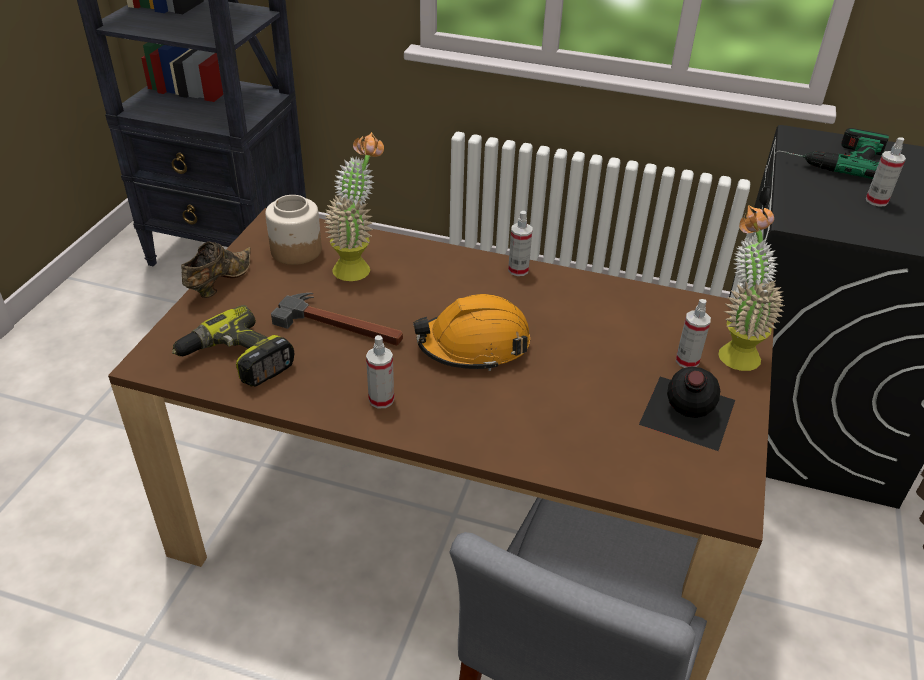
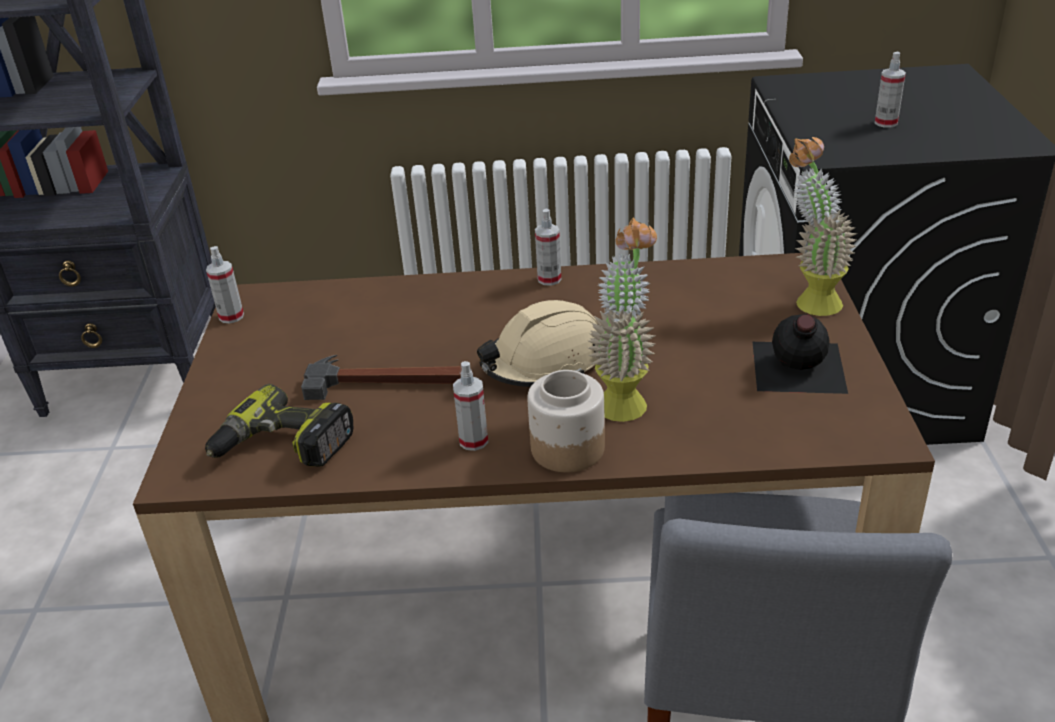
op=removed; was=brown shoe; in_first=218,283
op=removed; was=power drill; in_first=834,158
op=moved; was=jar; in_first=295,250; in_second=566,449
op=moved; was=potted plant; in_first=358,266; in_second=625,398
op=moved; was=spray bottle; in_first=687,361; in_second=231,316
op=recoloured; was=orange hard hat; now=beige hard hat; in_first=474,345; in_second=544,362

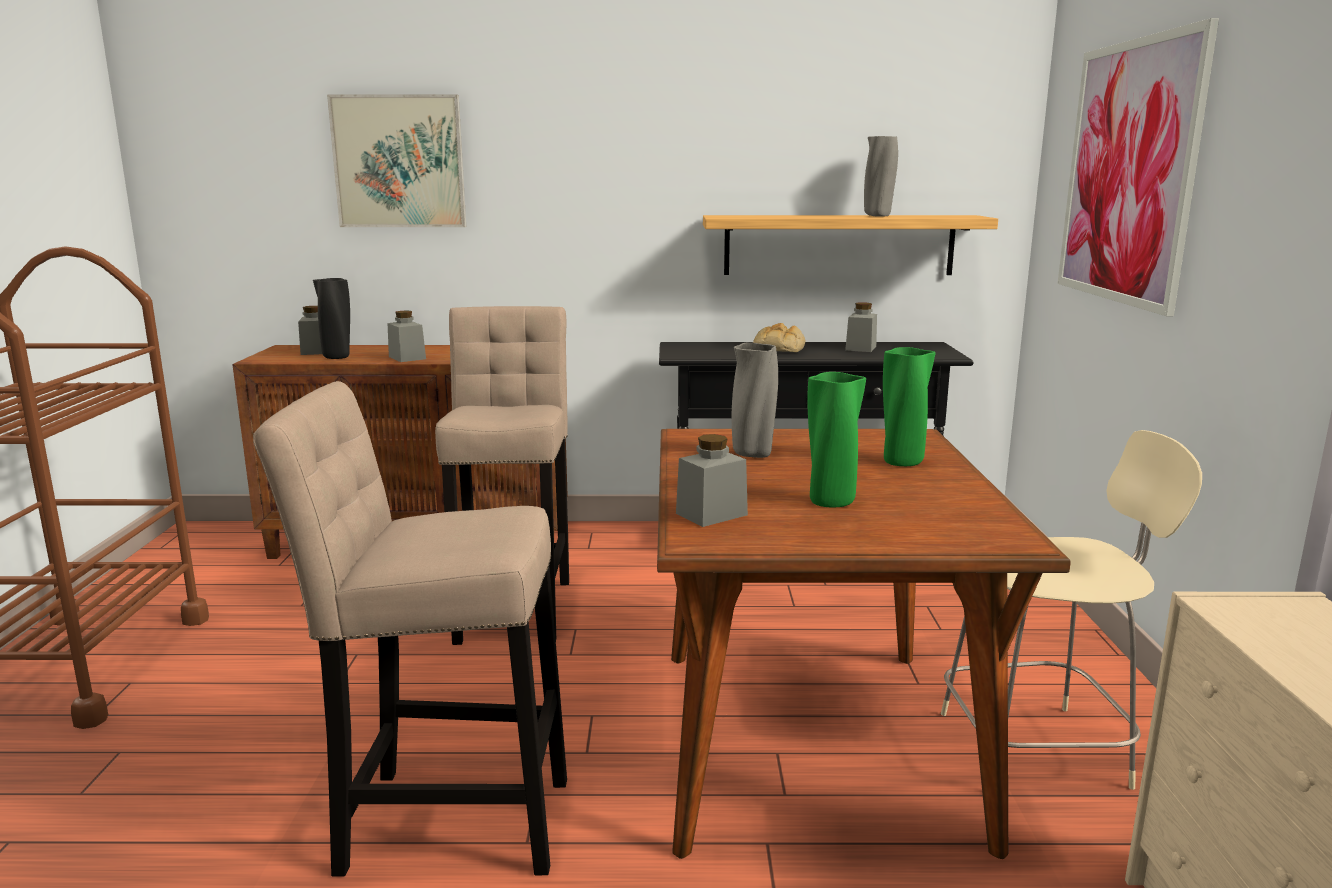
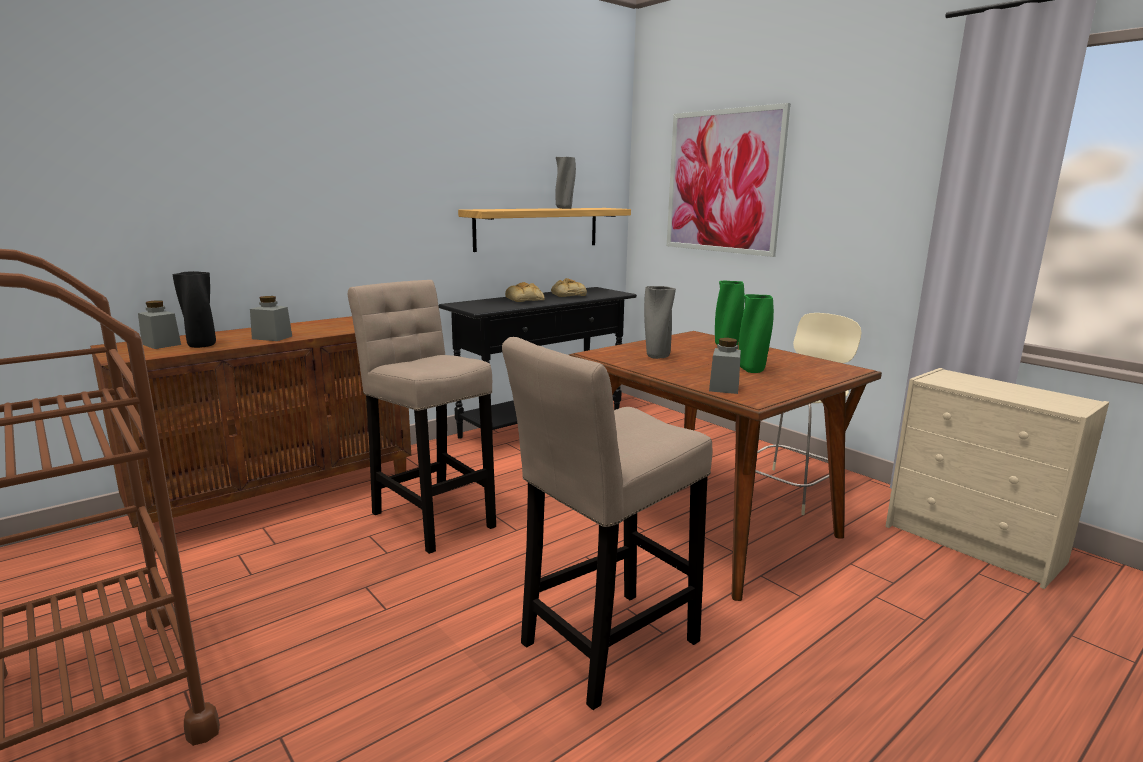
op=removed; was=picture; in_first=399,162
op=replaced; was=grey jar; now=bread; in_first=860,348; in_second=567,294

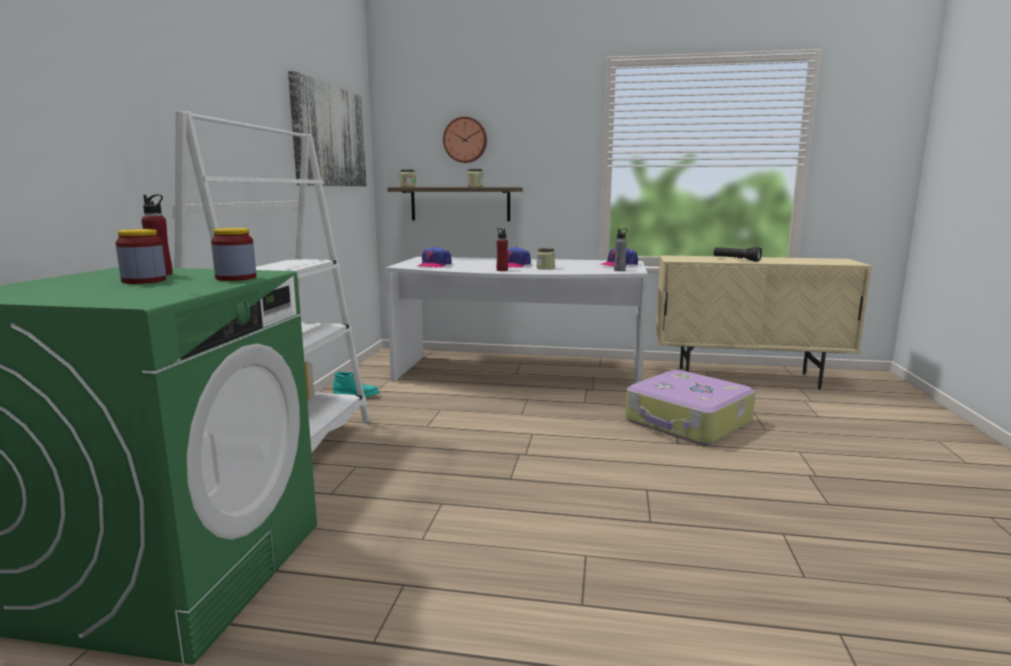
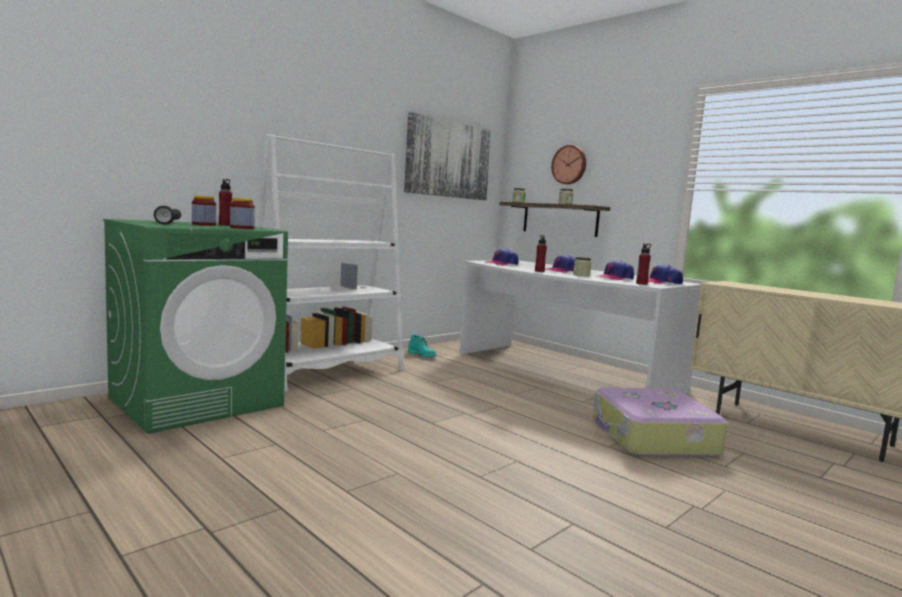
op=added; now=cap; in_second=614,278
op=moved; was=black flashlight; in_first=736,260; in_second=169,223
op=recoloured; was=grey bottle; now=red bottle; in_first=619,270; in_second=641,284

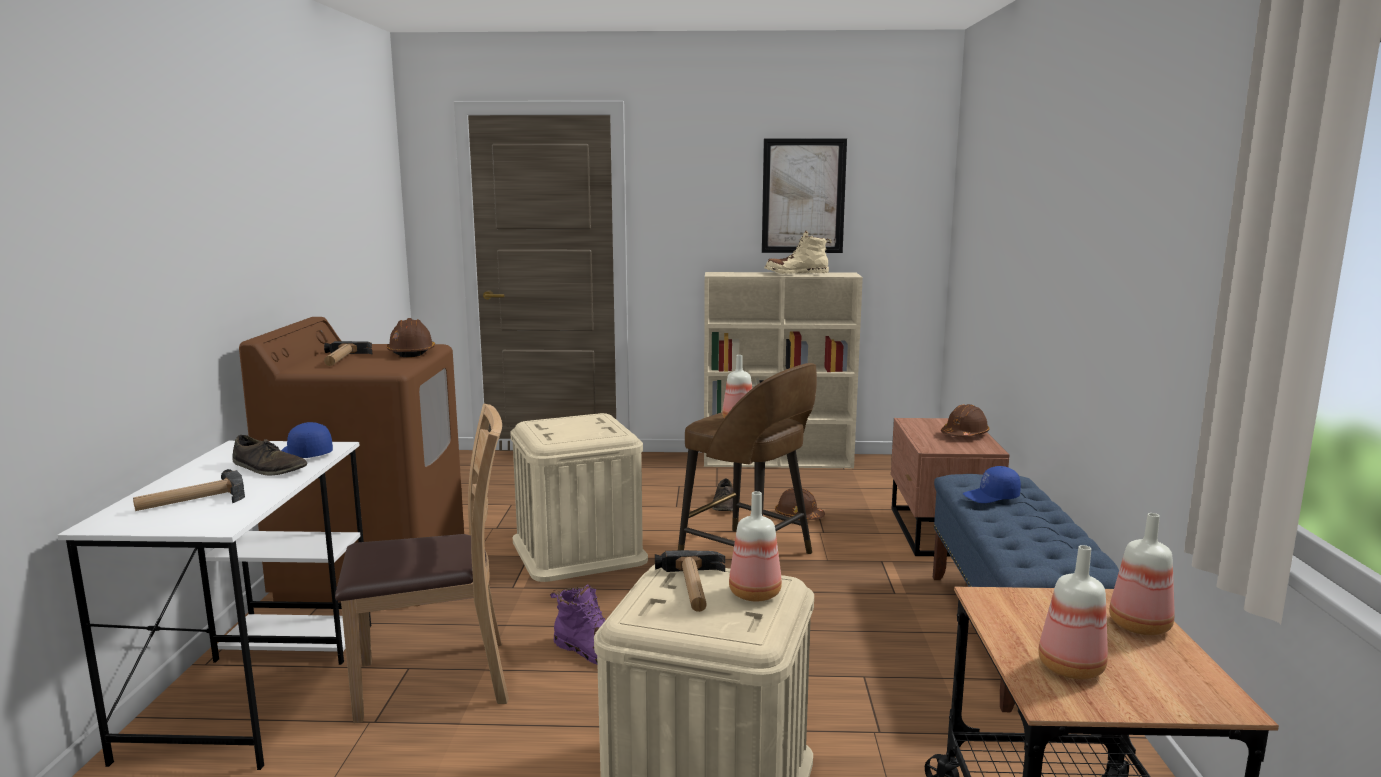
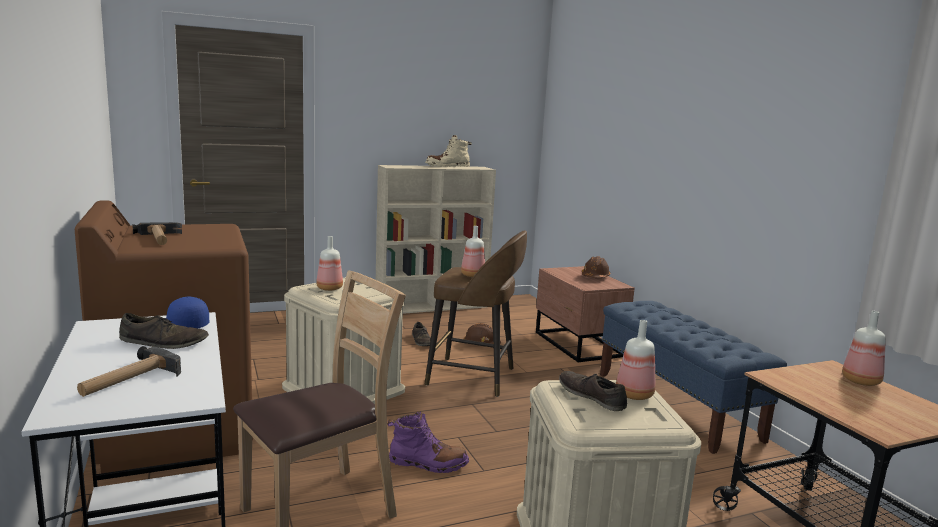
op=removed; was=brown hard hat; in_first=411,352
op=removed; was=picture; in_first=803,196
op=removed; was=blue cap; in_first=991,497
op=moved; was=bottle; in_first=1070,669; in_second=329,288
op=replaced; was=hammer; now=brown shoe; in_first=694,587; in_second=591,396

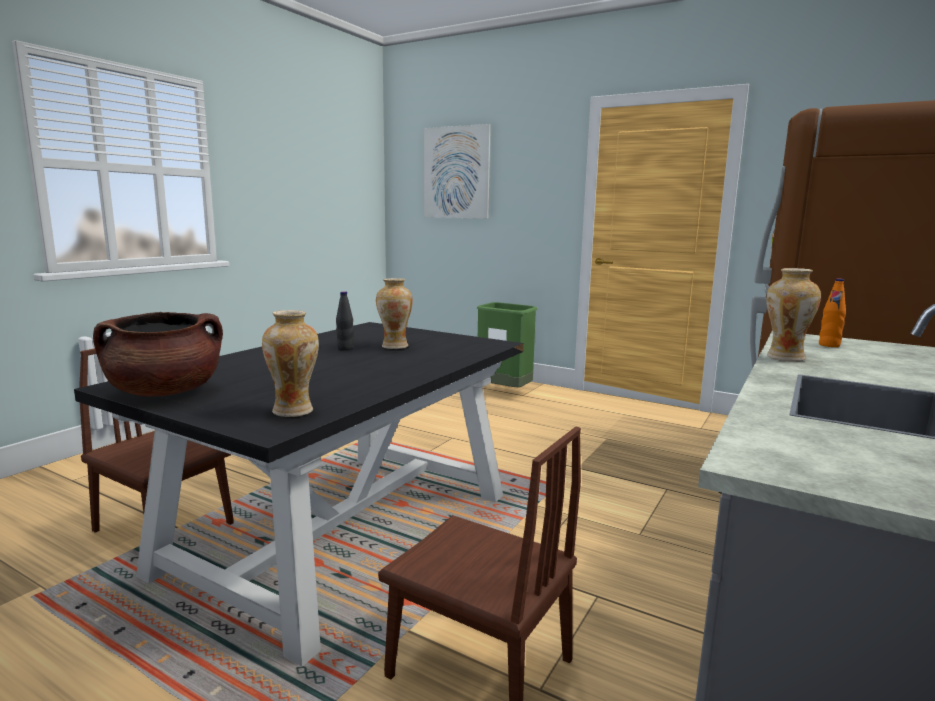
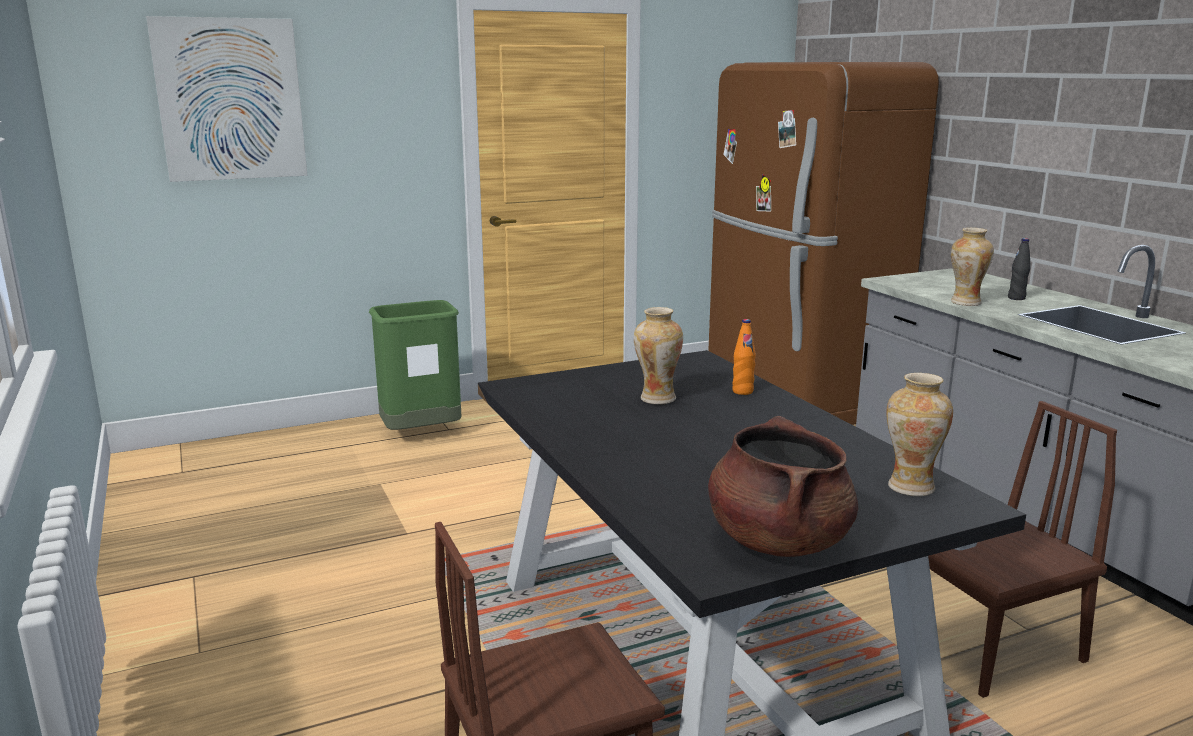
op=moved; was=black bottle; in_first=345,349; in_second=1016,298
op=moved; was=orange bottle; in_first=829,345; in_second=742,391

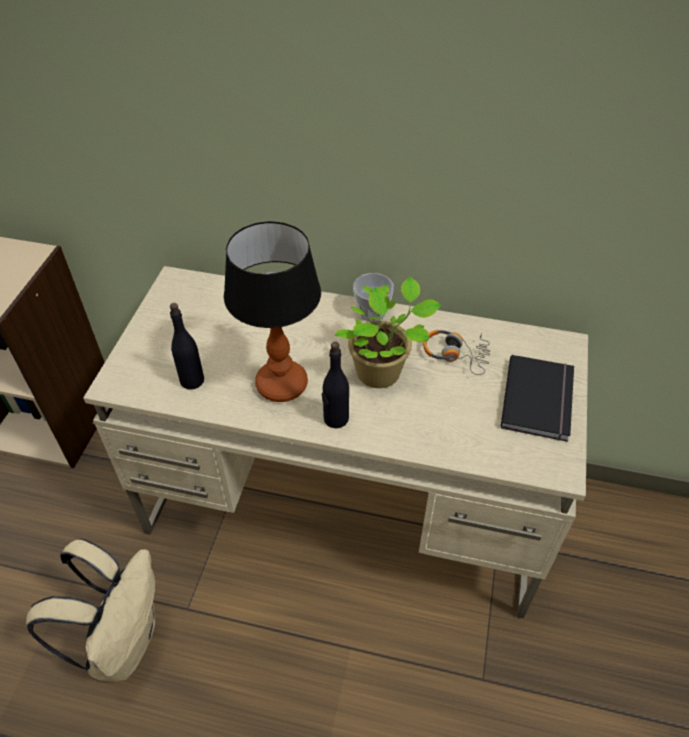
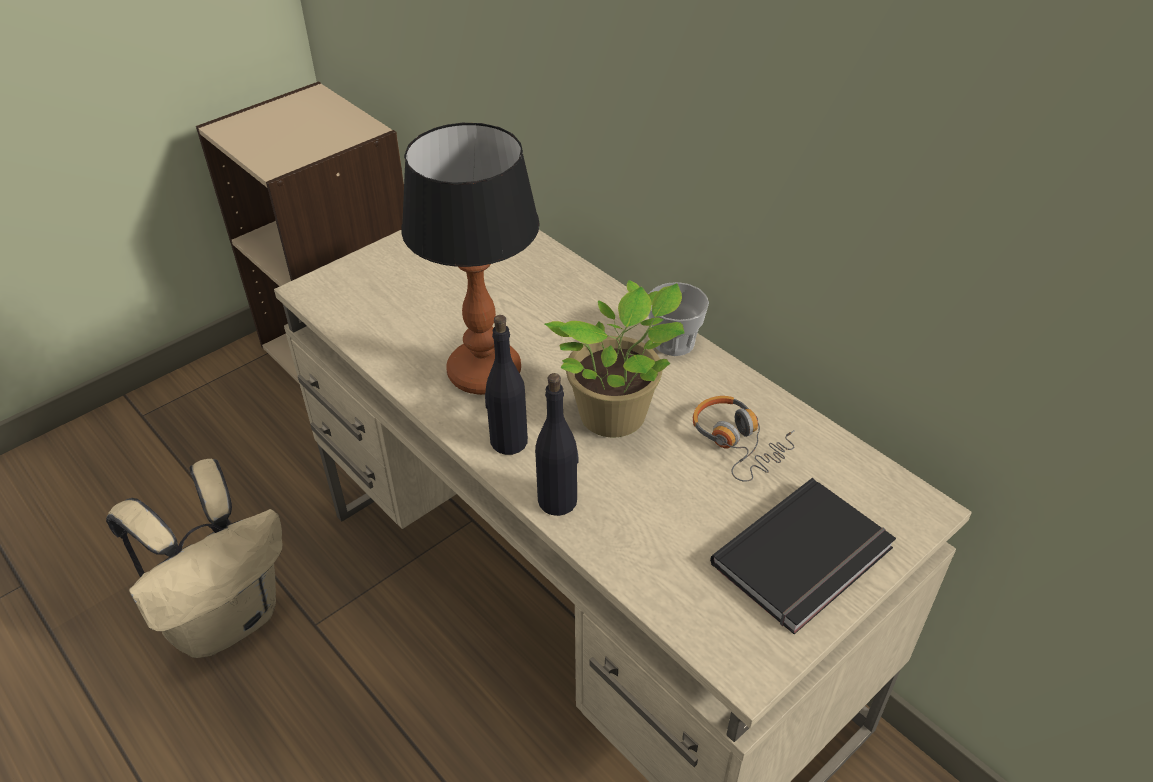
op=moved; was=black bottle; in_first=192,380; in_second=558,500

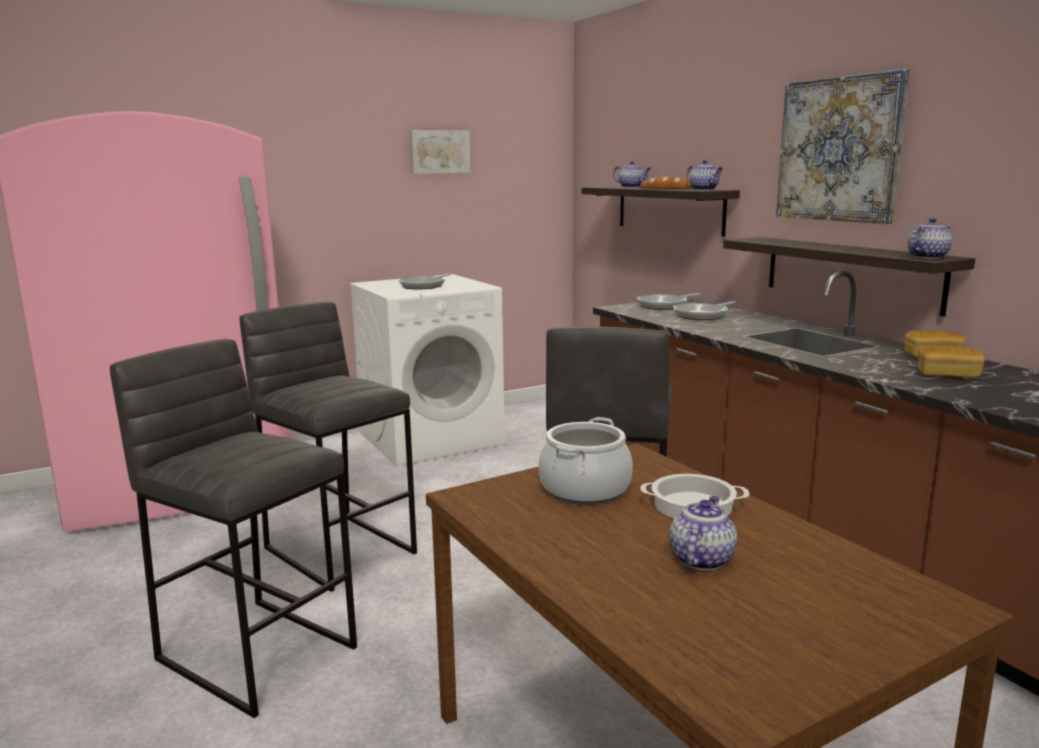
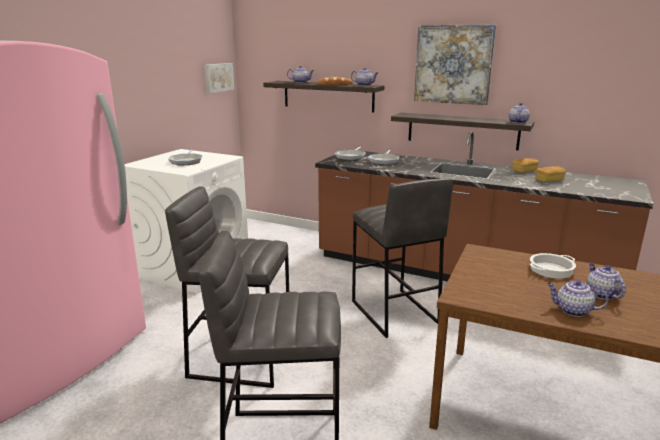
op=removed; was=cooking pot; in_first=585,489
op=added; now=teapot; in_second=572,310
op=moved; was=picture; in_first=439,152; in_second=218,77

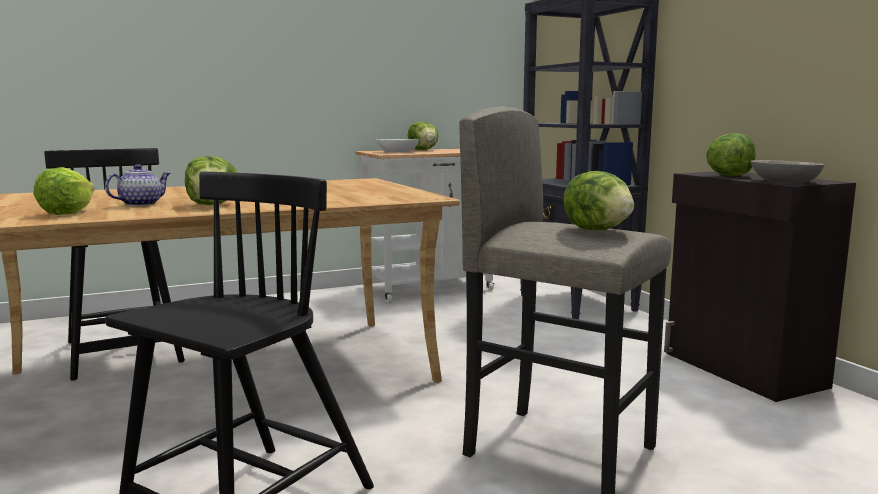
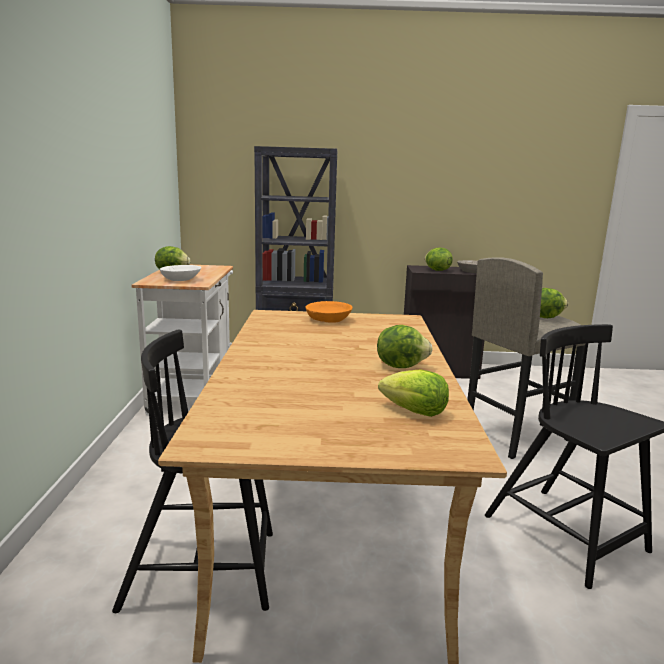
op=removed; was=teapot; in_first=141,204
op=added; now=orange bowl; in_second=328,320

